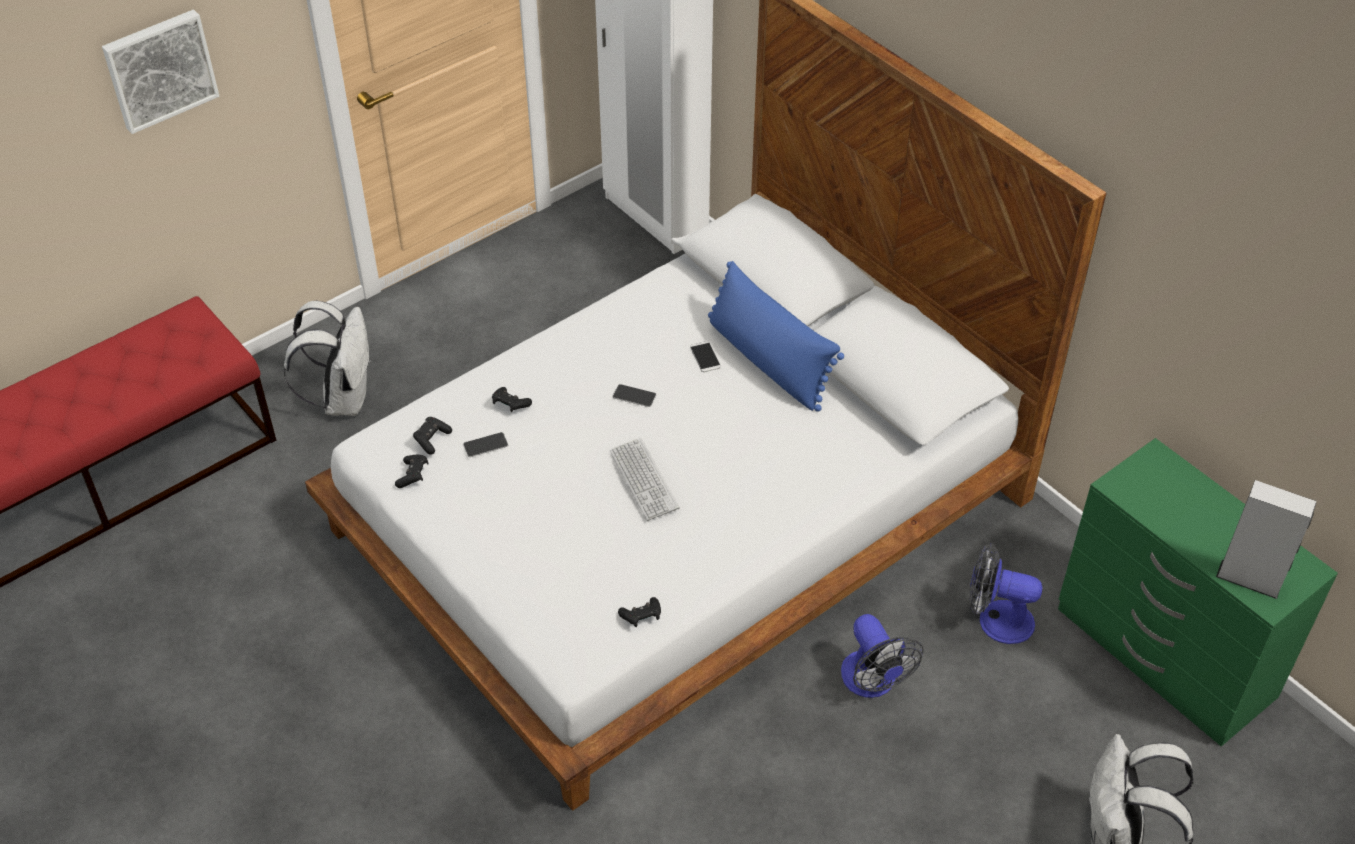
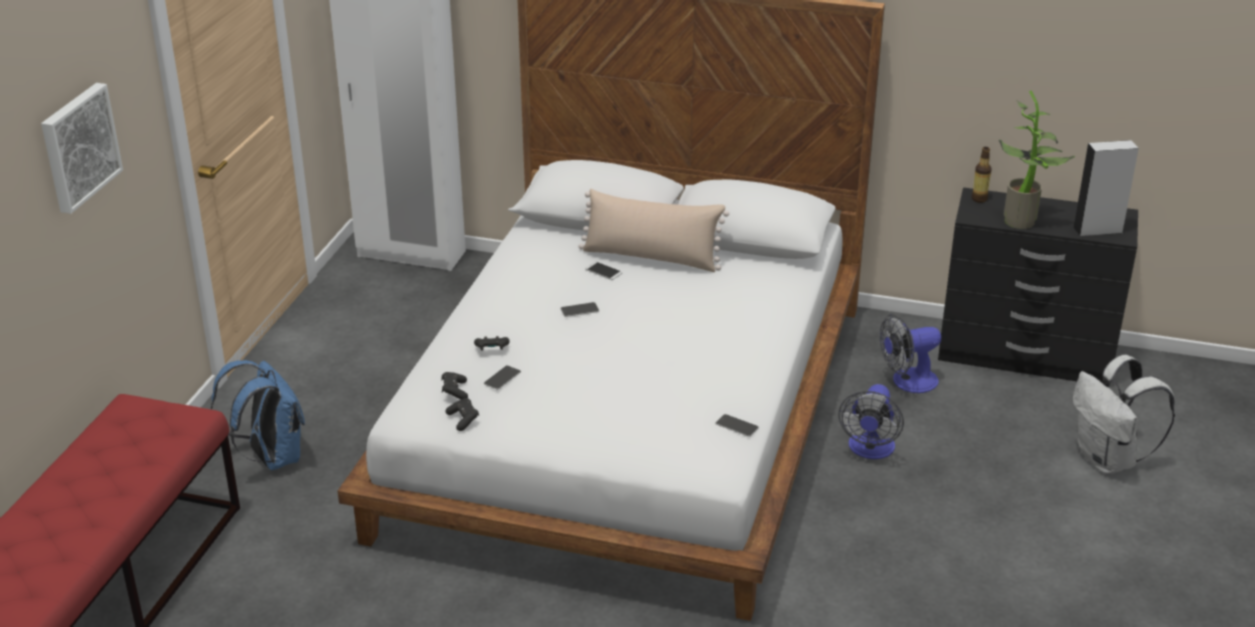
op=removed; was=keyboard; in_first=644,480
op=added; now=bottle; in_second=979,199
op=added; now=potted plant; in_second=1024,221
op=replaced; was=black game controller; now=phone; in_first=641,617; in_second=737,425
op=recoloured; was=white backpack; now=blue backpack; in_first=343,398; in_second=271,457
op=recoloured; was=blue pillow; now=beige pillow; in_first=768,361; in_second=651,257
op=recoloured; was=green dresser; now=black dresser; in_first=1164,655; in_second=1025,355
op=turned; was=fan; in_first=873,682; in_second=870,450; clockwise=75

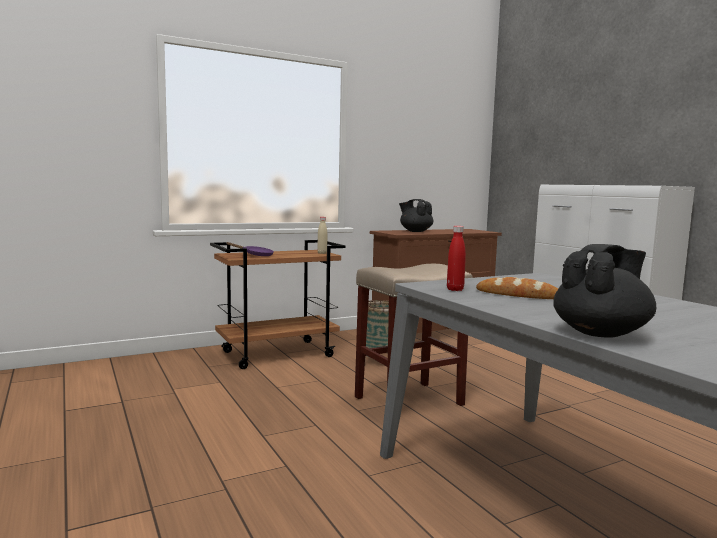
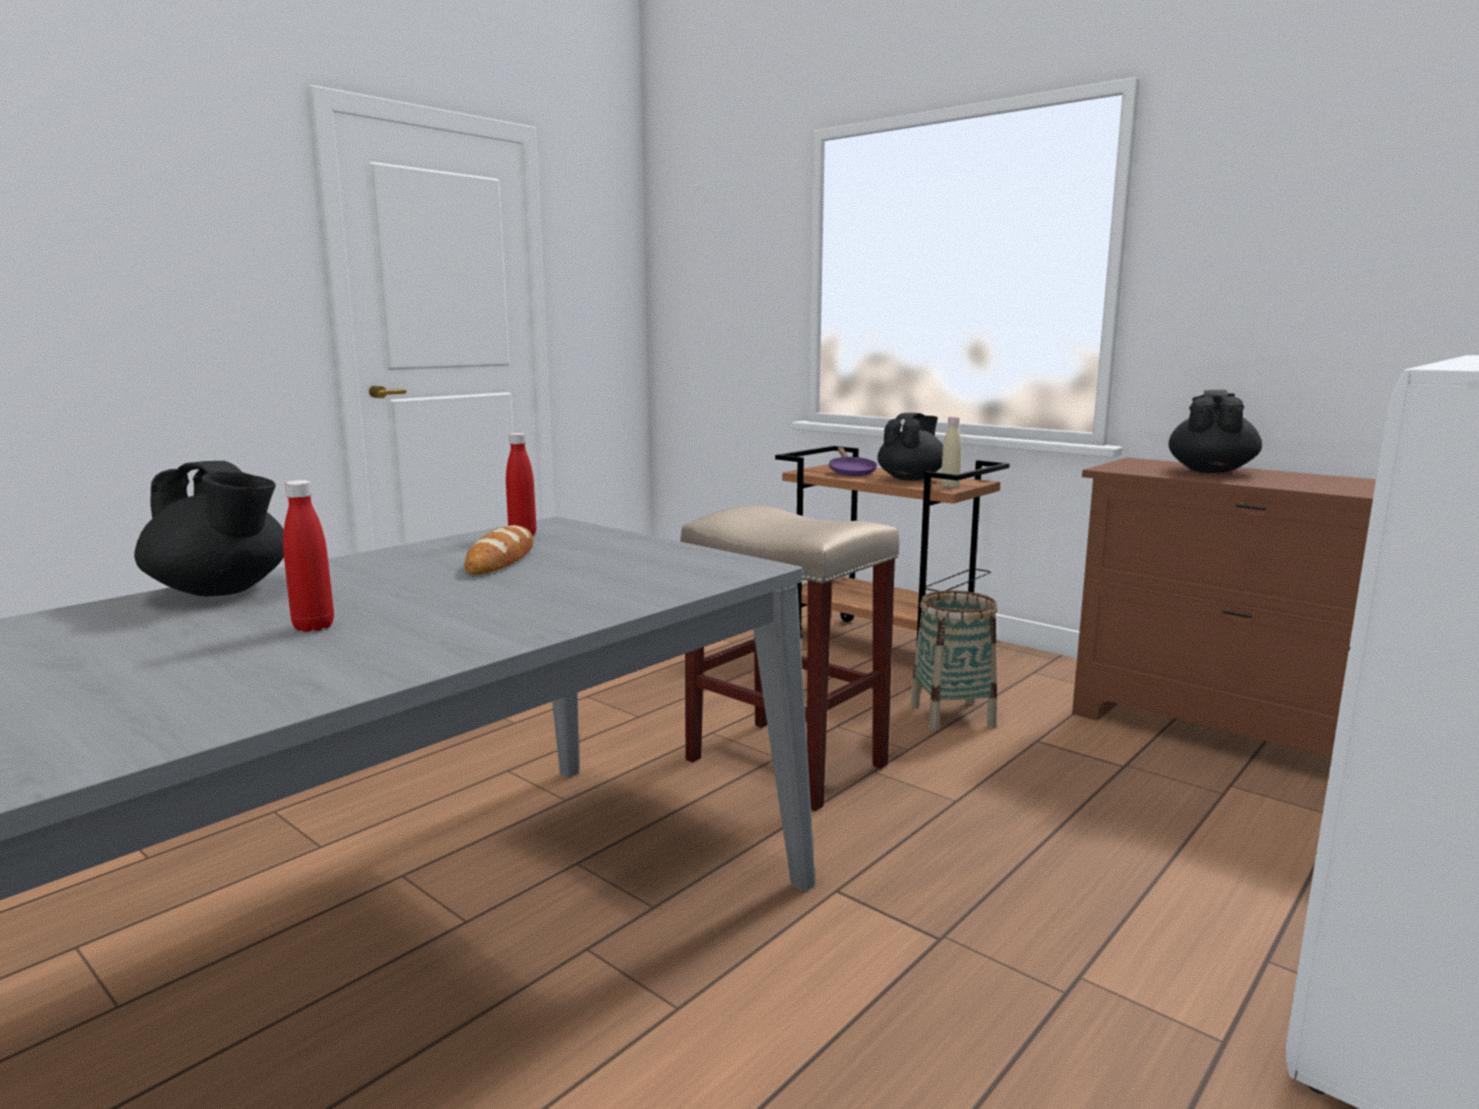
op=added; now=red bottle; in_second=313,627
op=added; now=black teapot; in_second=911,478

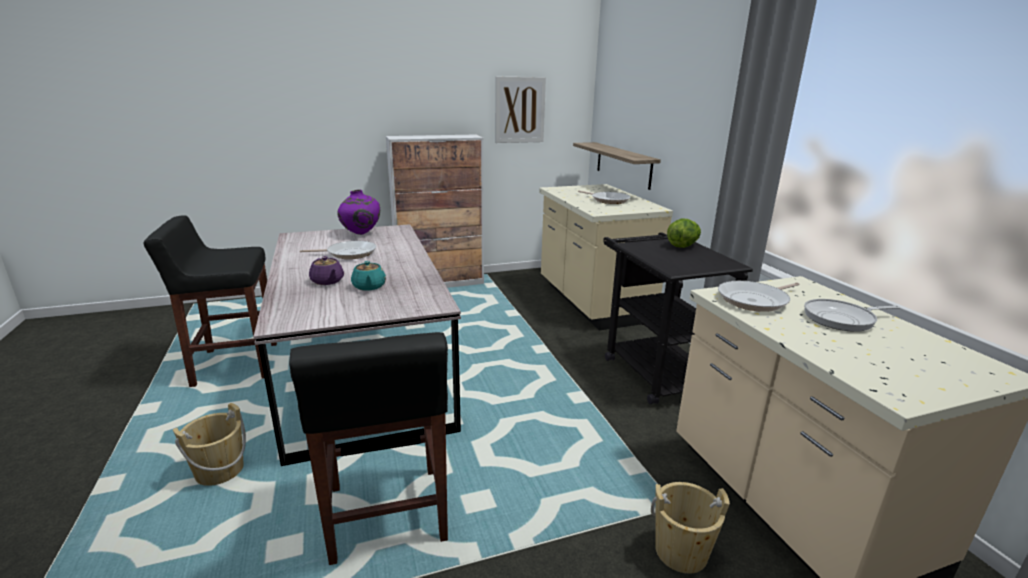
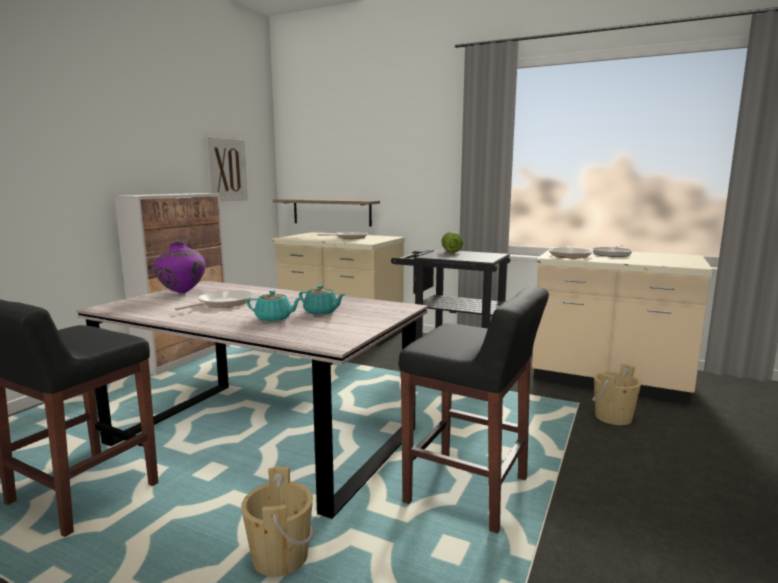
op=recoloured; was=purple teapot; now=turquoise teapot; in_first=327,281; in_second=274,318

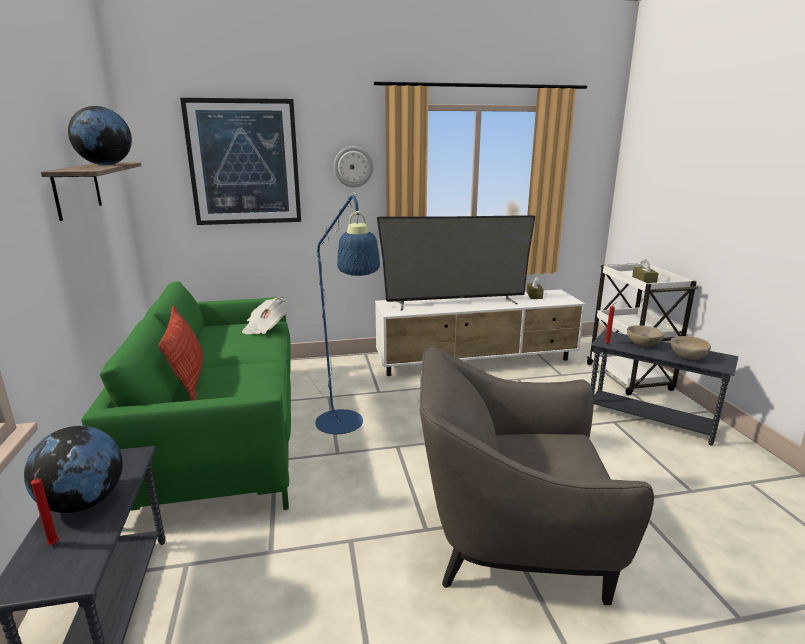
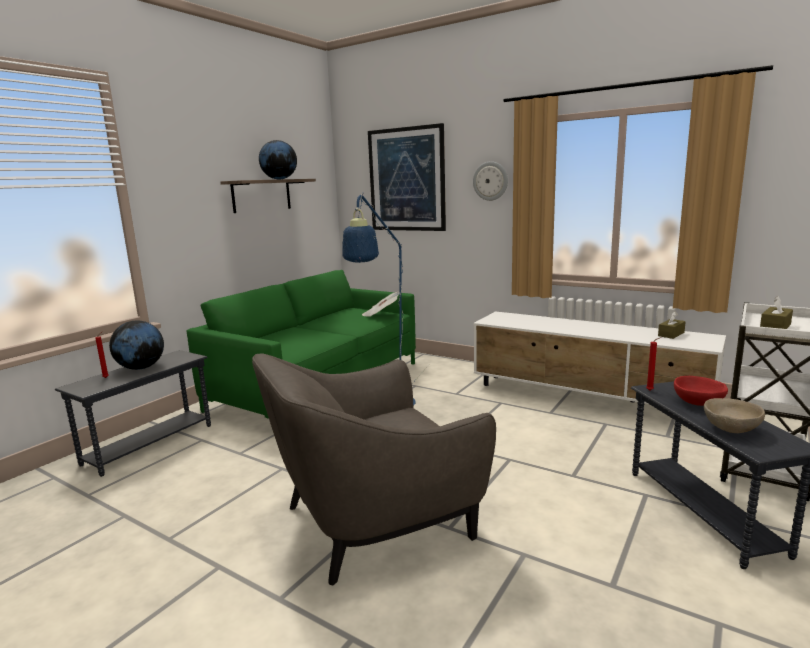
op=removed; was=pillow; in_first=188,377
op=removed; was=television; in_first=455,303
op=recoloured; was=beige bowl; now=red bowl; in_first=643,345; in_second=697,403
op=turned; was=grey armchair; in_first=512,537; in_second=374,520; clockwise=-75

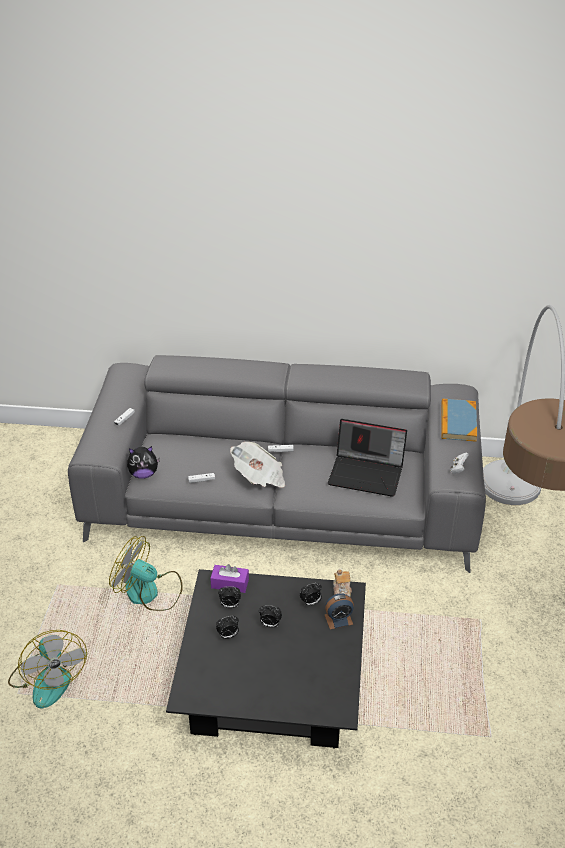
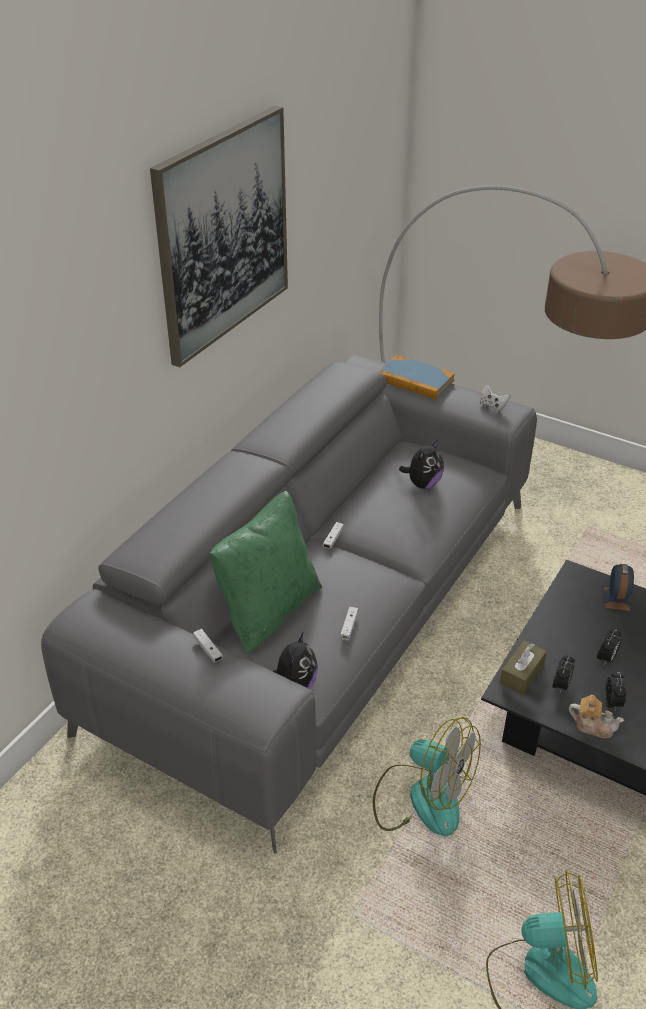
op=removed; was=newspaper; in_first=259,477
op=removed; was=alarm clock; in_first=310,603
op=added; now=picture; in_second=223,234
op=added; now=green pillow; in_second=268,610
op=moved; was=teapot; in_first=342,592; in_second=593,726
op=replaced; was=laptop; now=plush toy; in_first=367,473; in_second=423,483
op=recoloured; was=purple tissue box; now=brown tissue box; in_first=230,583; in_second=521,674
op=turned; was=fan; in_first=149,592; in_second=422,798; clockwise=-105

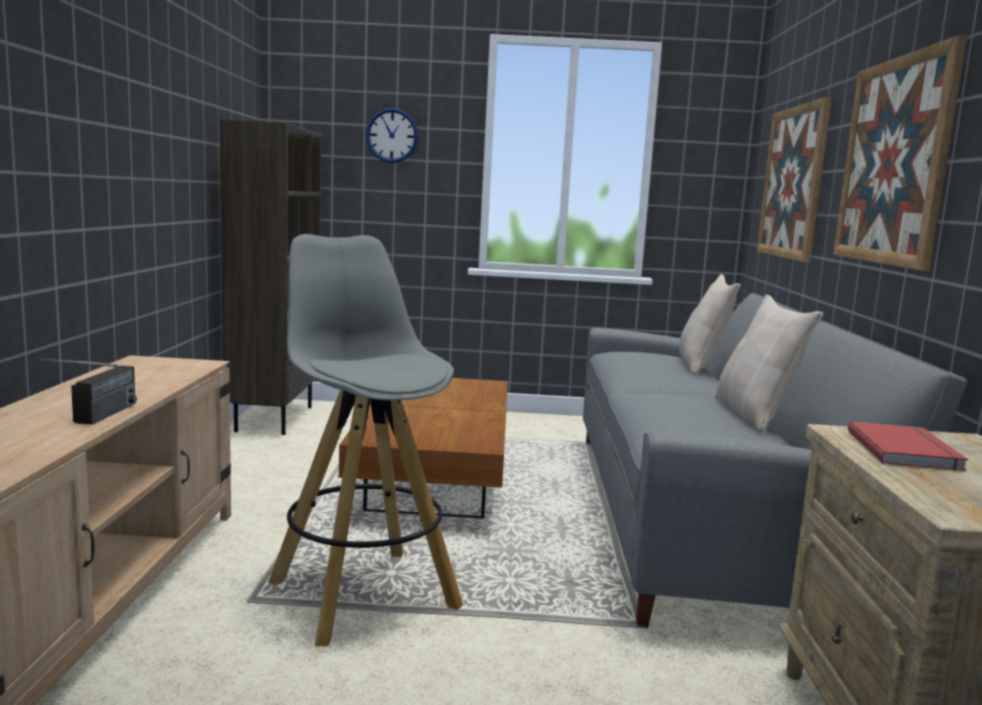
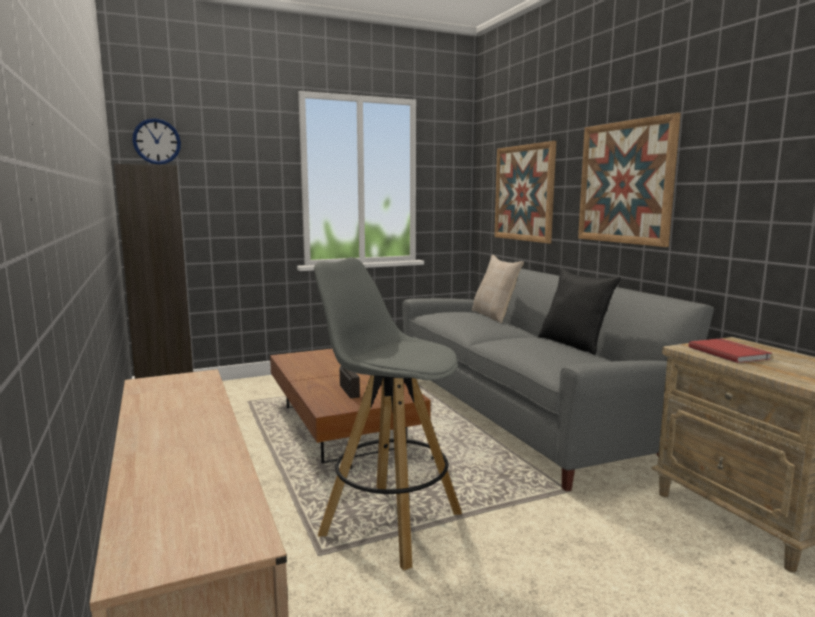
op=moved; was=radio; in_first=95,419; in_second=353,394
op=moved; was=wall clock; in_first=392,135; in_second=157,141
op=recoloured; was=beige pillow; now=black pillow; in_first=756,415; in_second=574,344

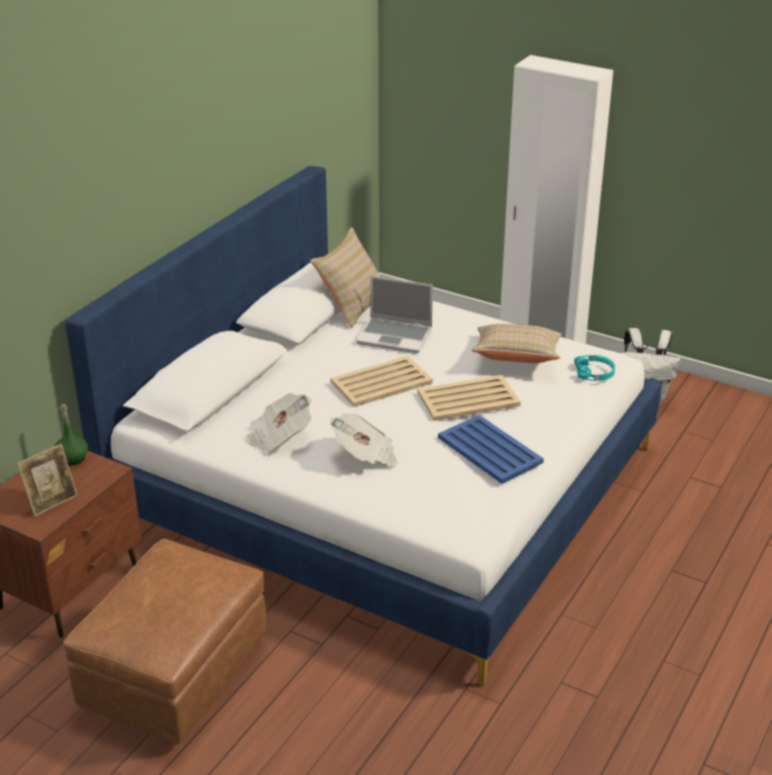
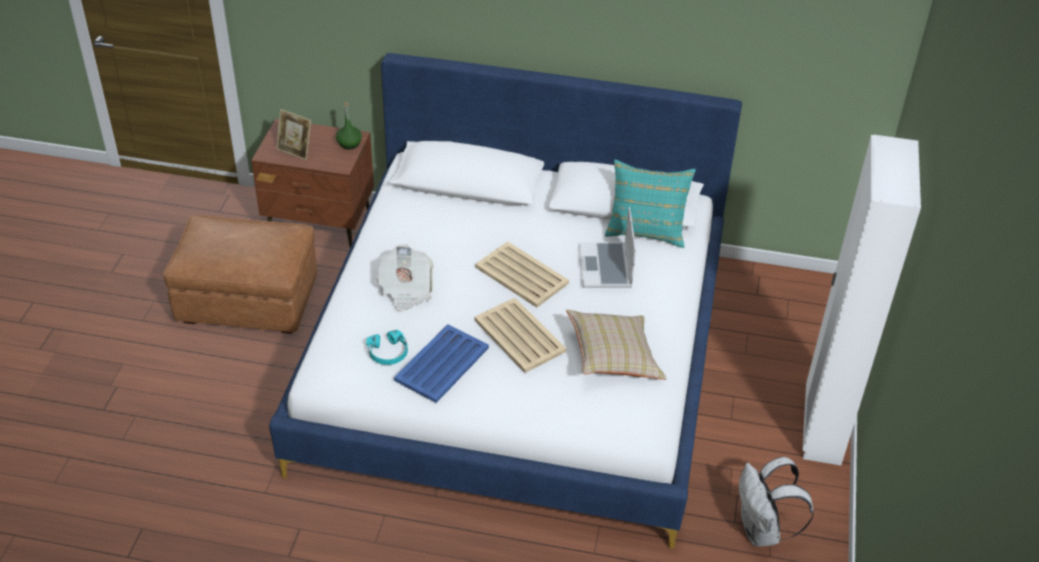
op=removed; was=newspaper; in_first=279,438
op=moved; was=turquoise headphones; in_first=594,373; in_second=388,352
op=recoloured; was=beige pillow; now=turquoise pillow; in_first=352,306; in_second=646,229

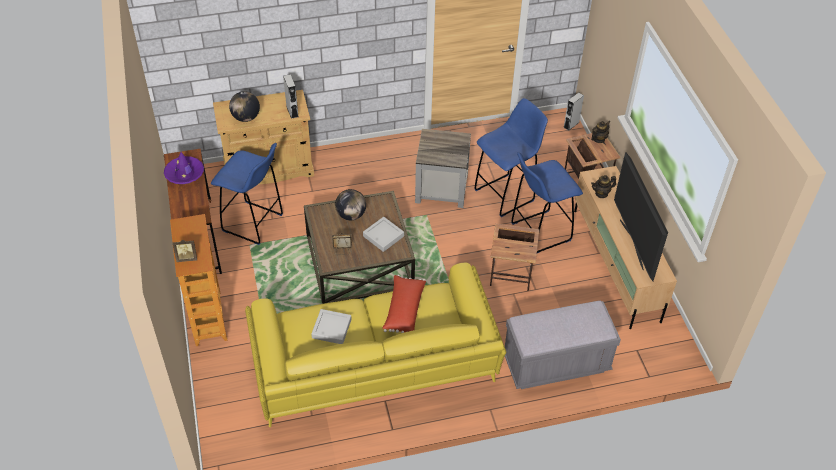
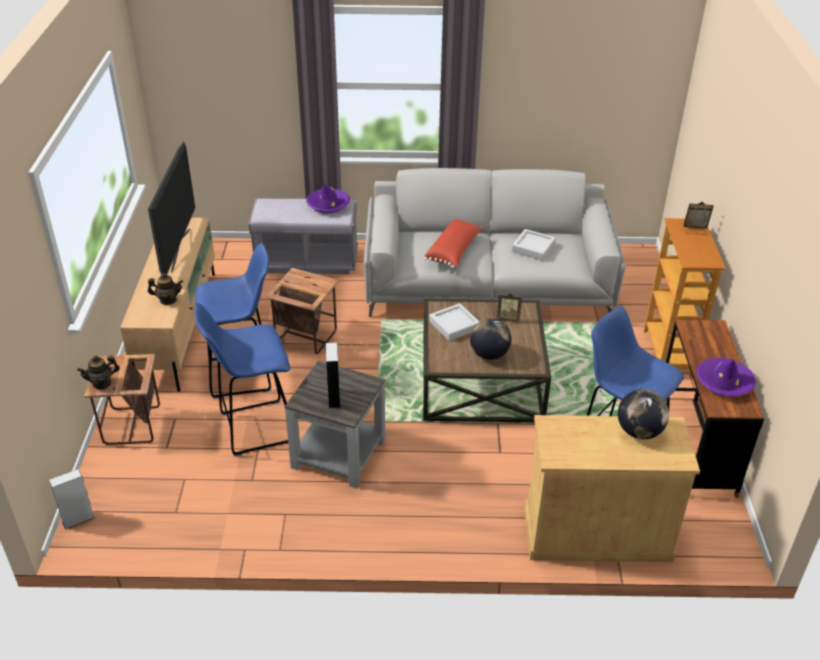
op=added; now=purple hat; in_second=328,205
op=moved; was=grey speaker; in_first=292,111; in_second=334,398
op=recoloured; was=yellow sofa; now=grey sofa; in_first=374,368; in_second=488,285

